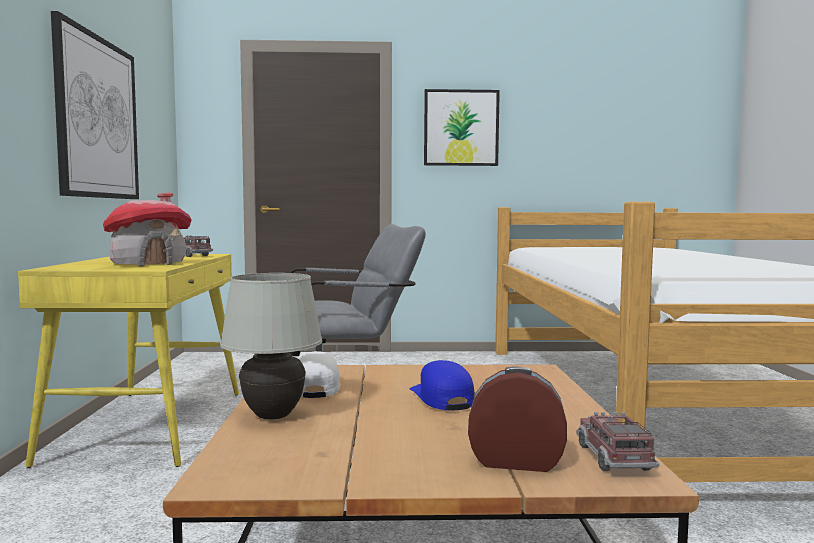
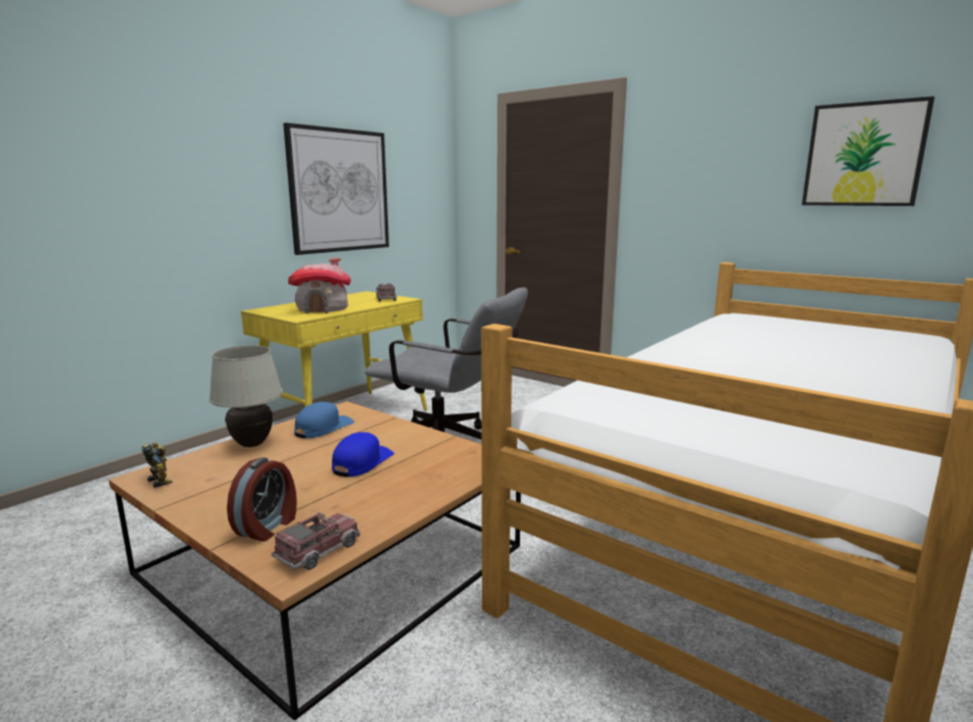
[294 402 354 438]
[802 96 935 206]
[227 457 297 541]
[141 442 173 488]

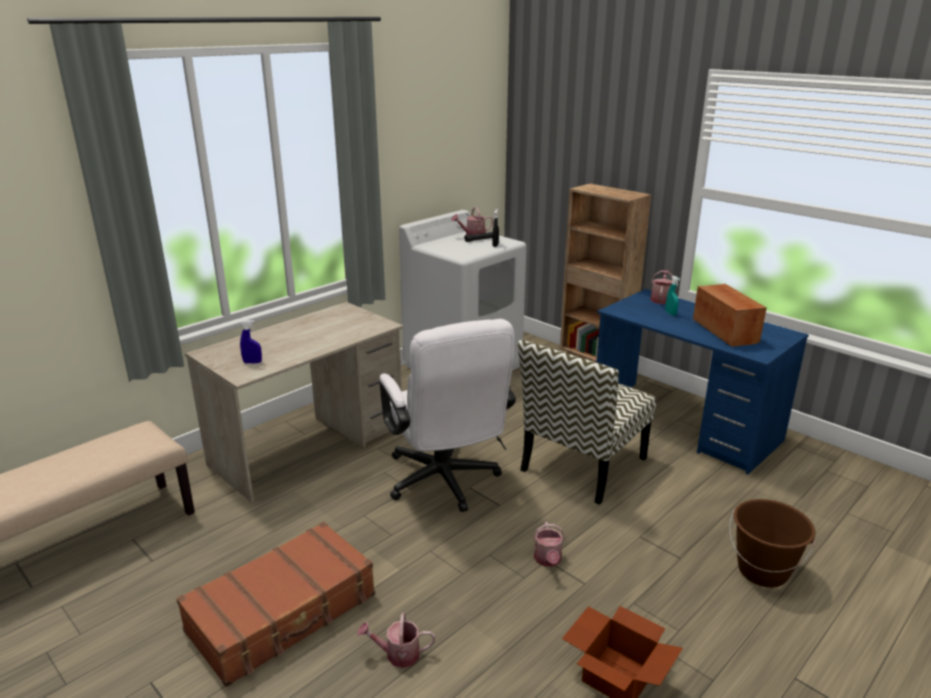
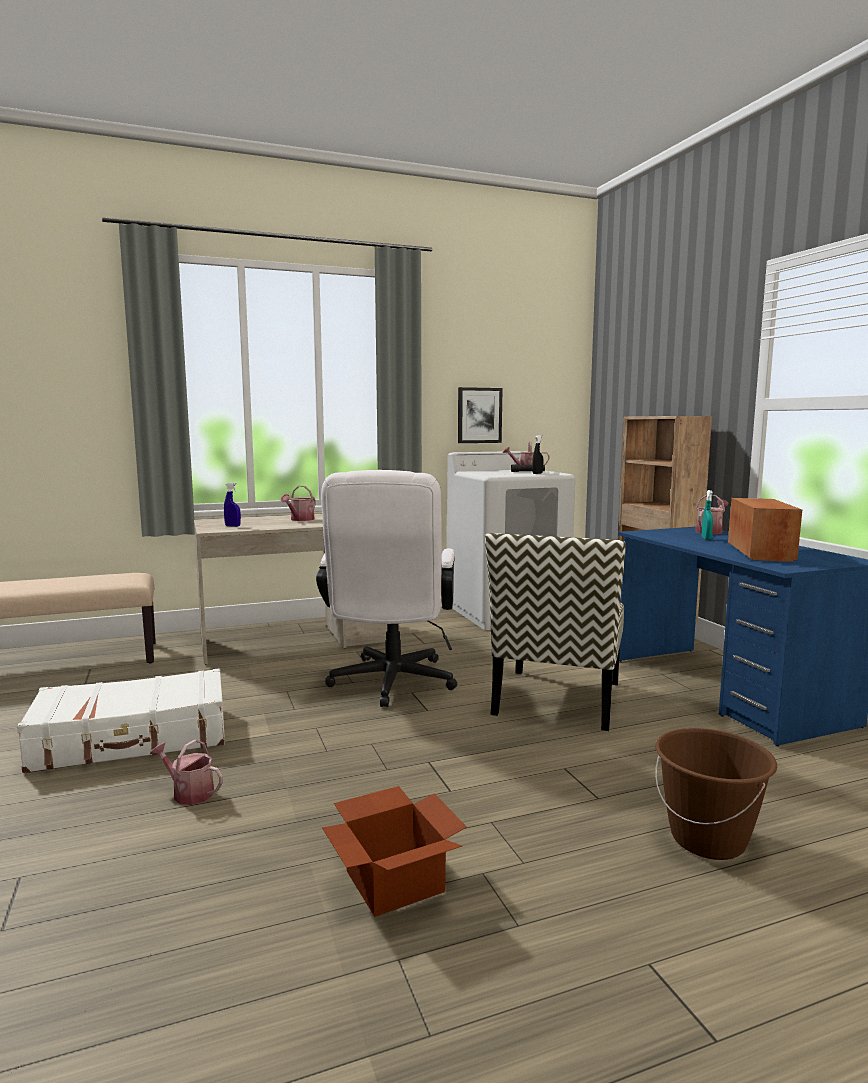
[17 669 225 773]
[485 533 626 731]
[281 486 316 521]
[458 387 503 443]

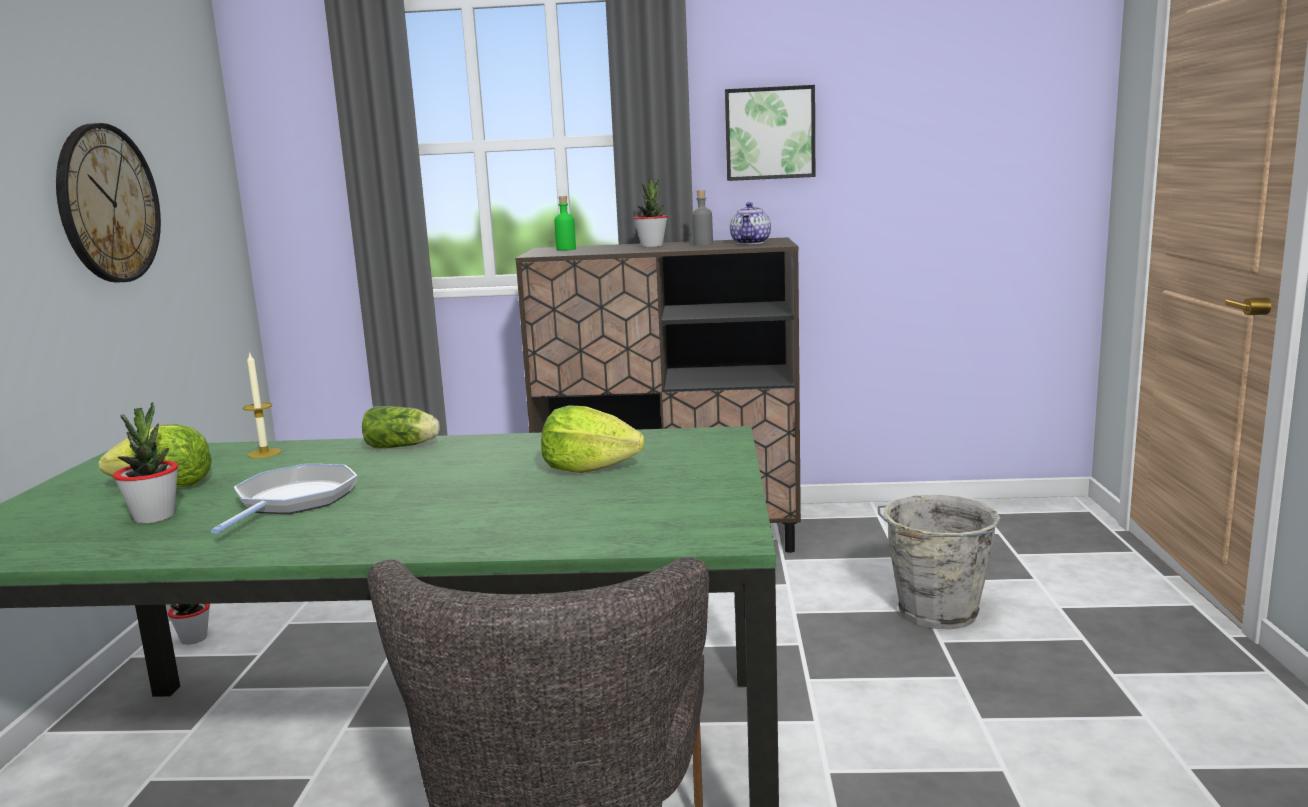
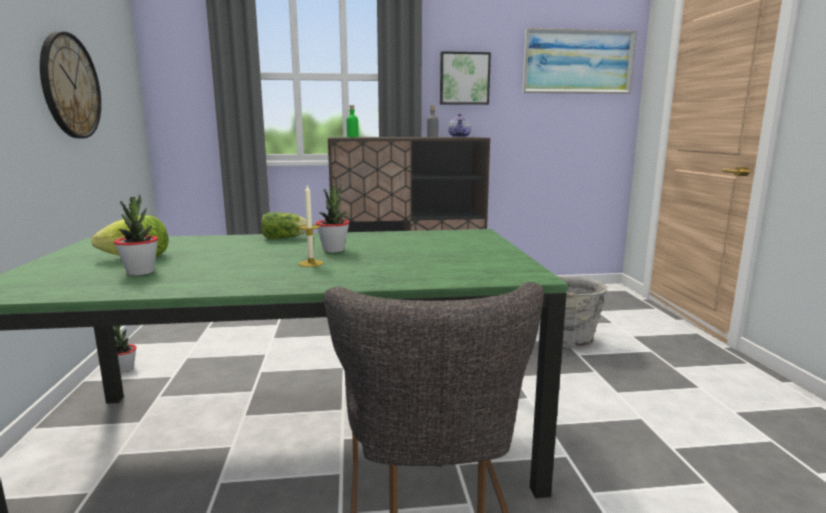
[211 464 357 534] (first image)
[299 185 324 267]
[541 406 644 473] (first image)
[316 185 349 253]
[522 28 637 94]

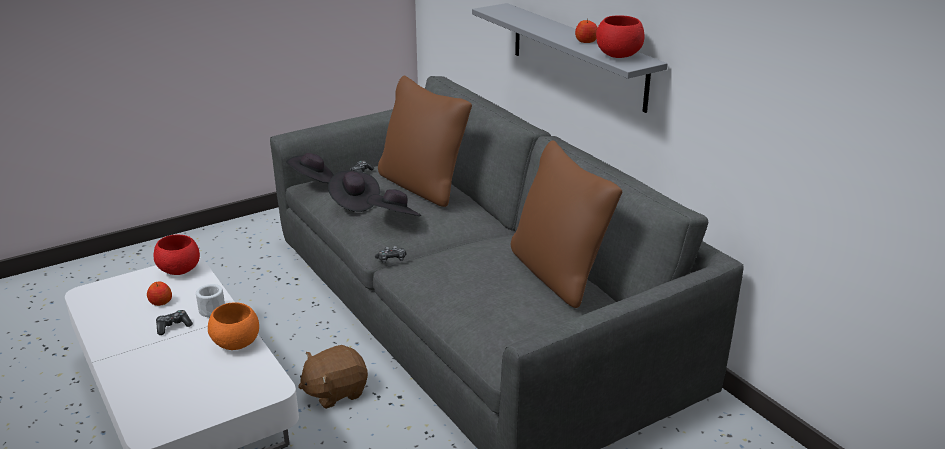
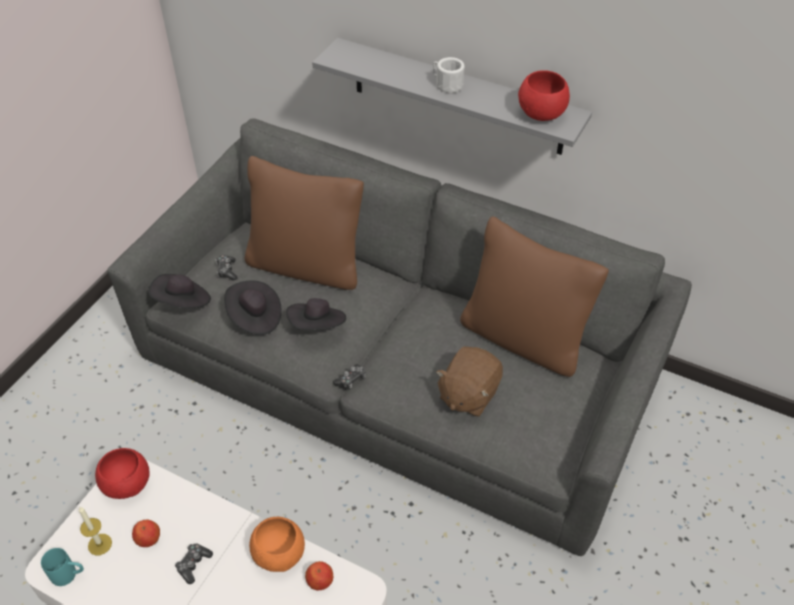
[433 57 465 93]
[436 347 503 417]
[305 561 333 590]
[41 548 84 586]
[79 507 112 555]

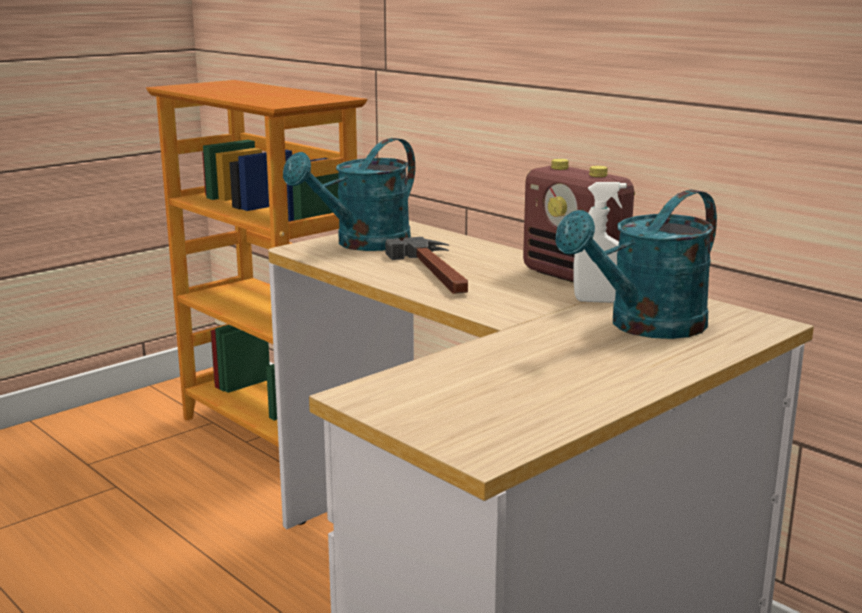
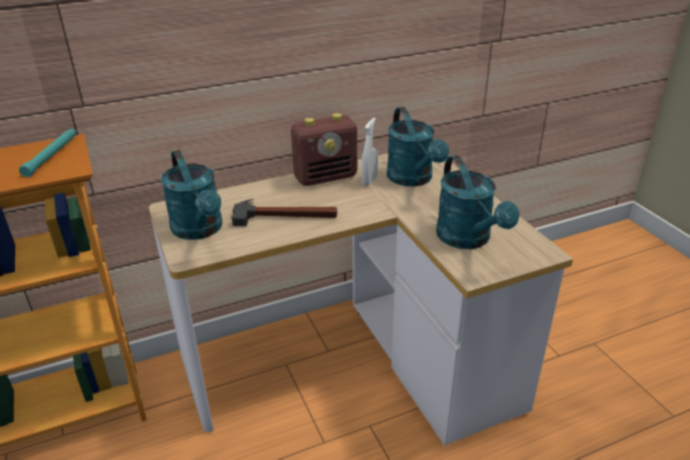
[19 129 76 177]
[436 155 519 249]

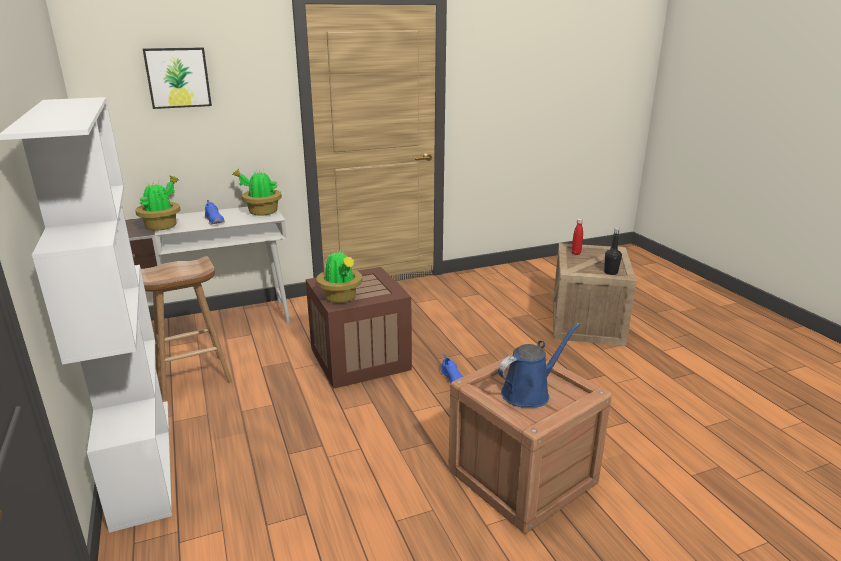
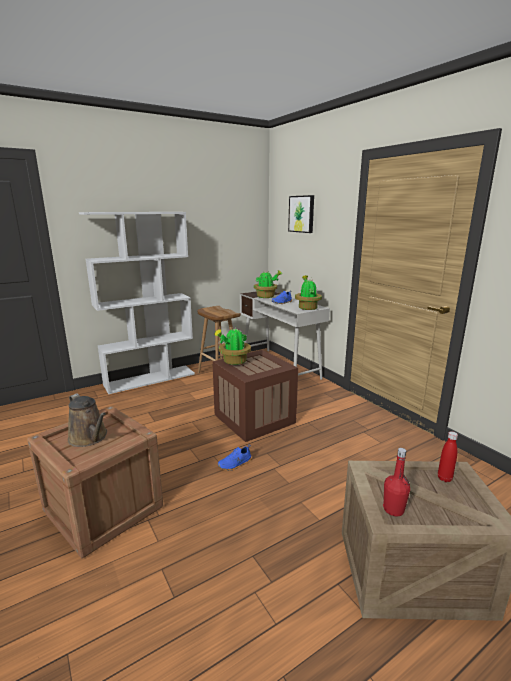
[68 393 107 447]
[383 448 410 516]

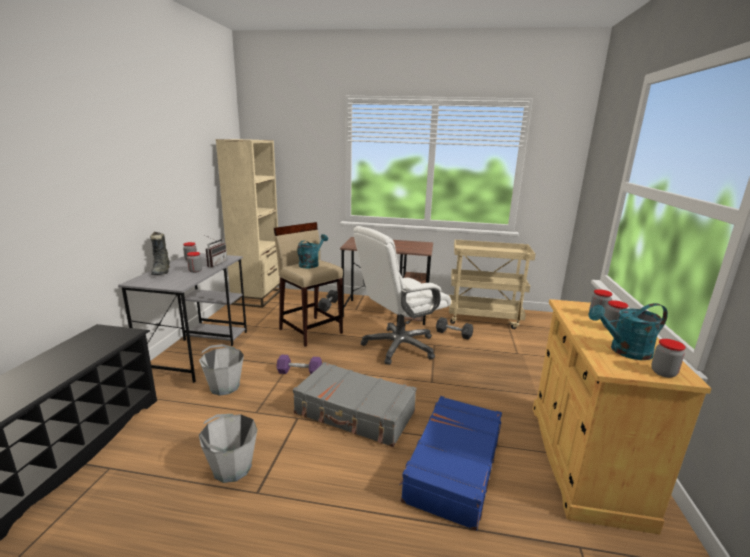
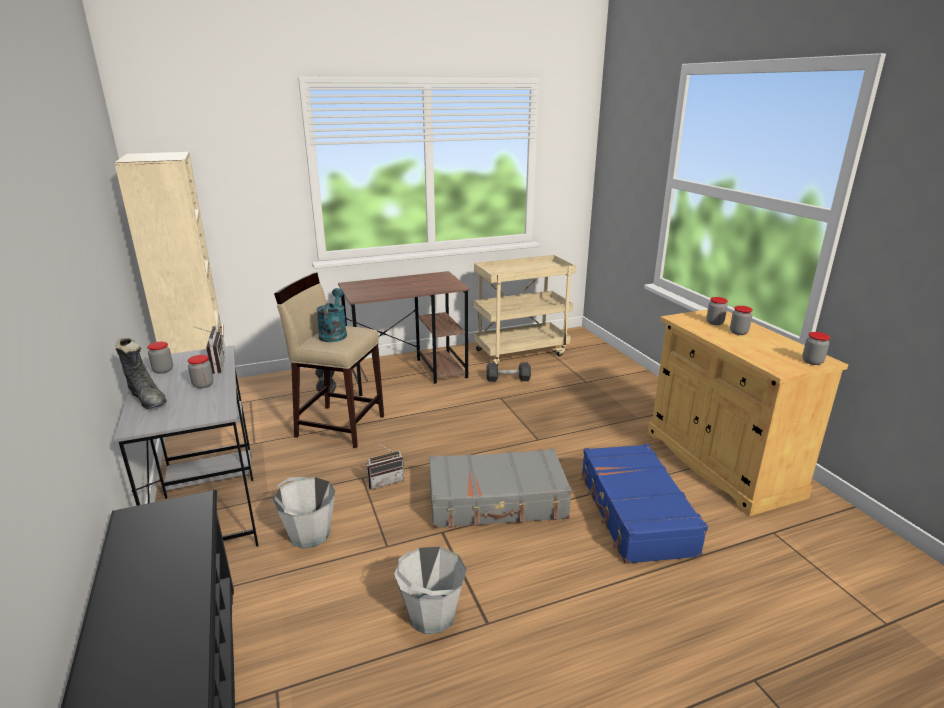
[366 443 404 489]
[353 226 451 365] (first image)
[588 303 668 360] (first image)

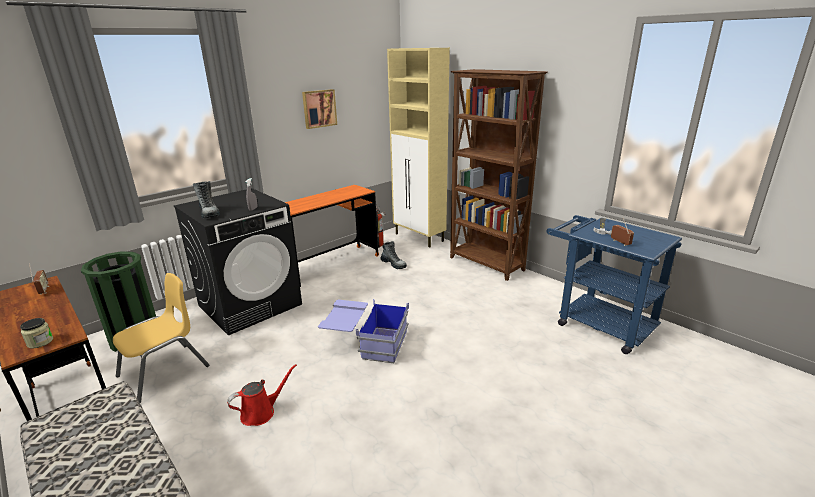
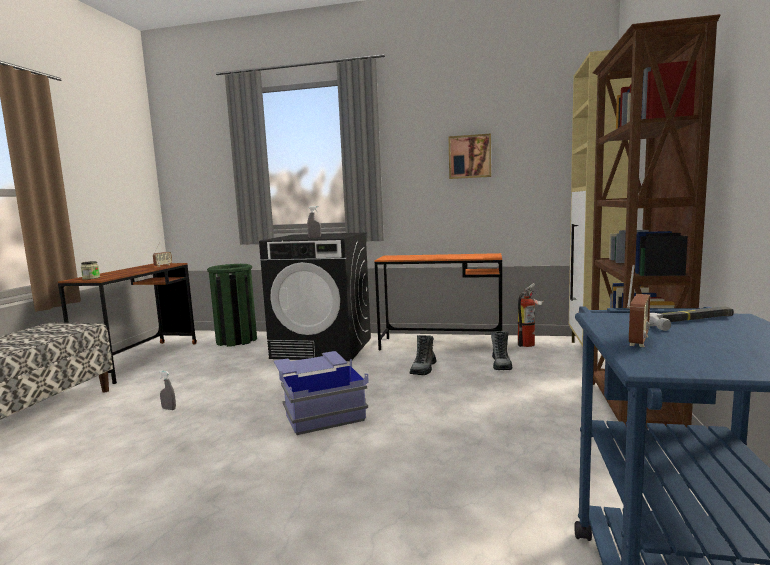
[113 273 209 403] (first image)
[410 335 436 375]
[159 371 176 410]

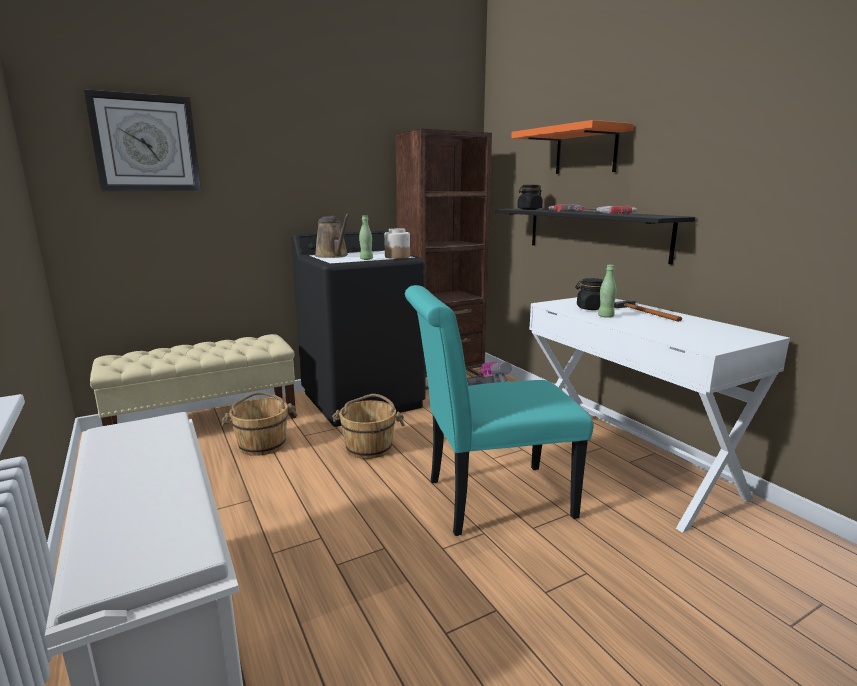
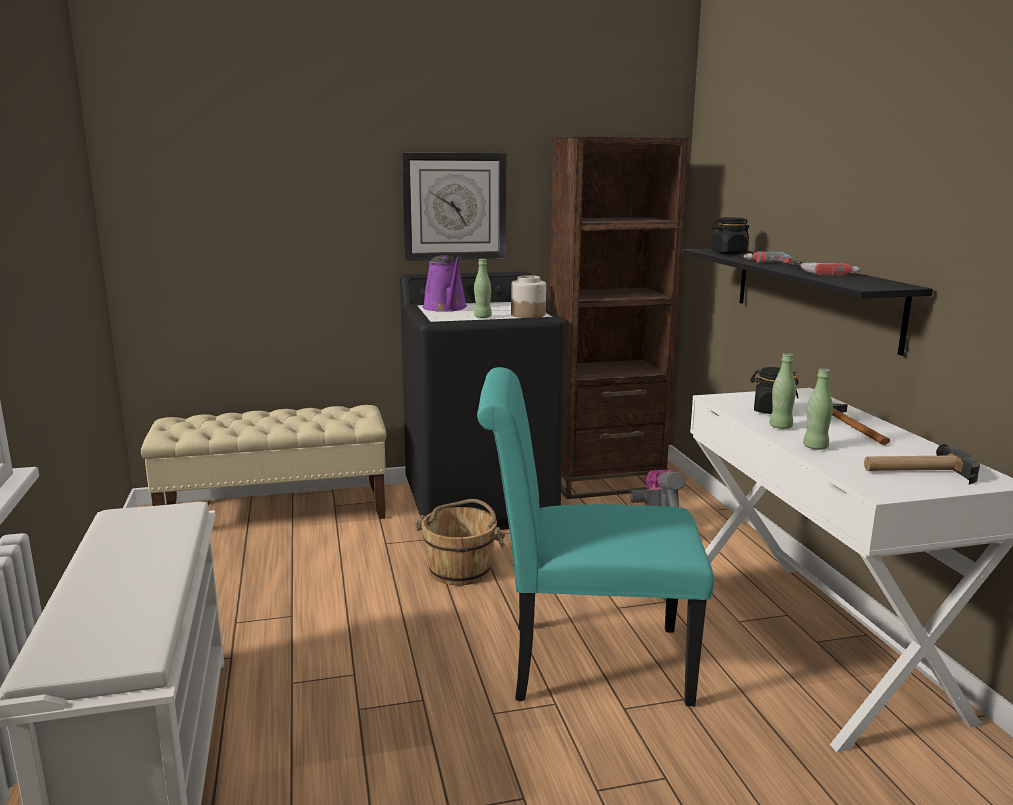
[401 152 506 261]
[222 392 297 456] (first image)
[423 255 467 311]
[511 120 634 174] (first image)
[803 368 833 450]
[864 444 980 484]

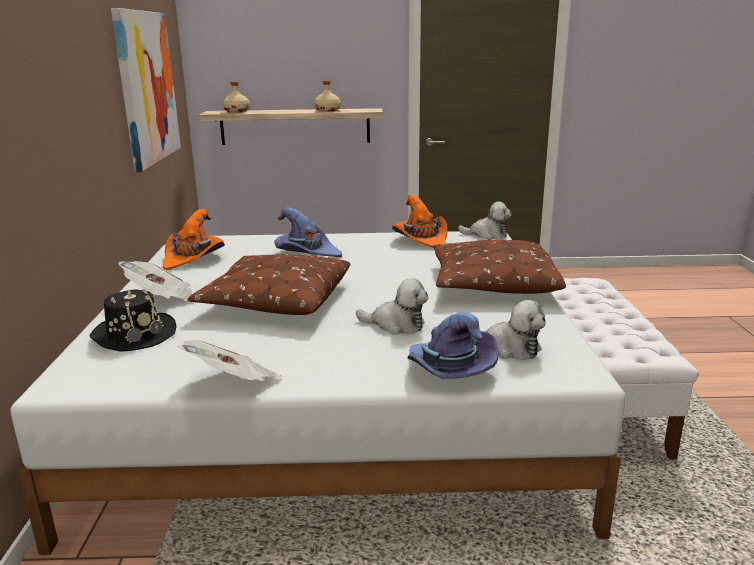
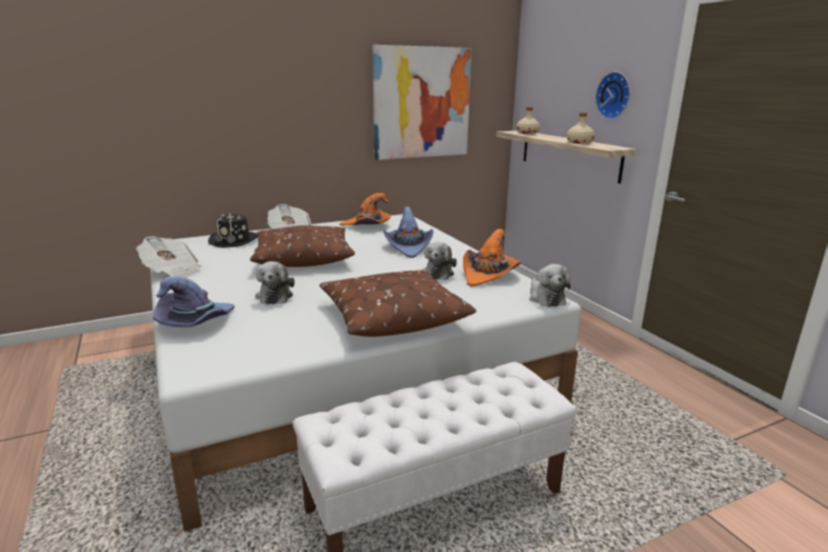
[422 242 457 280]
[595 72 630 120]

